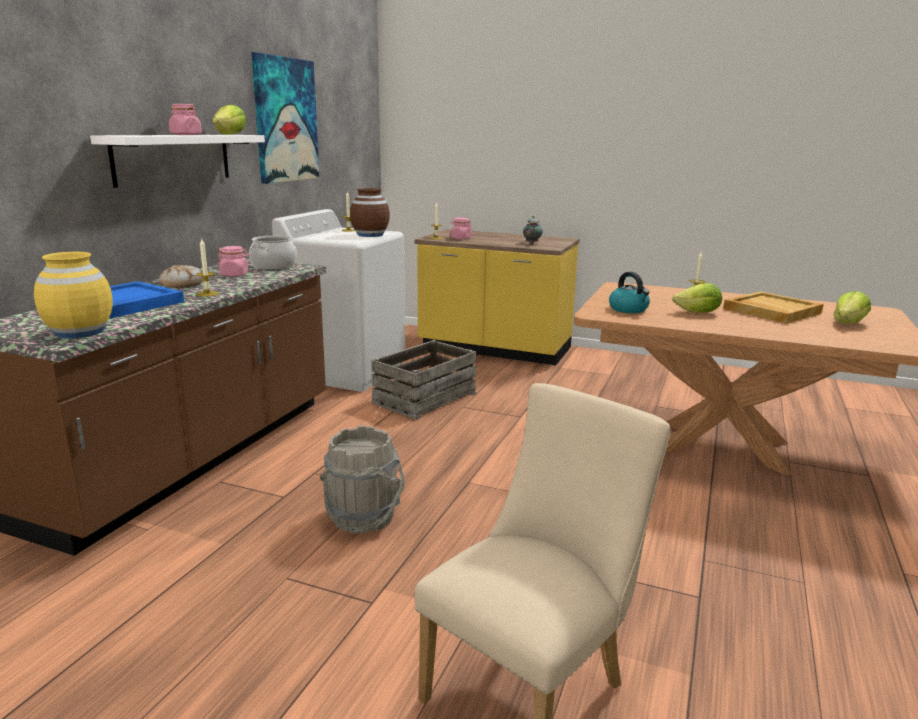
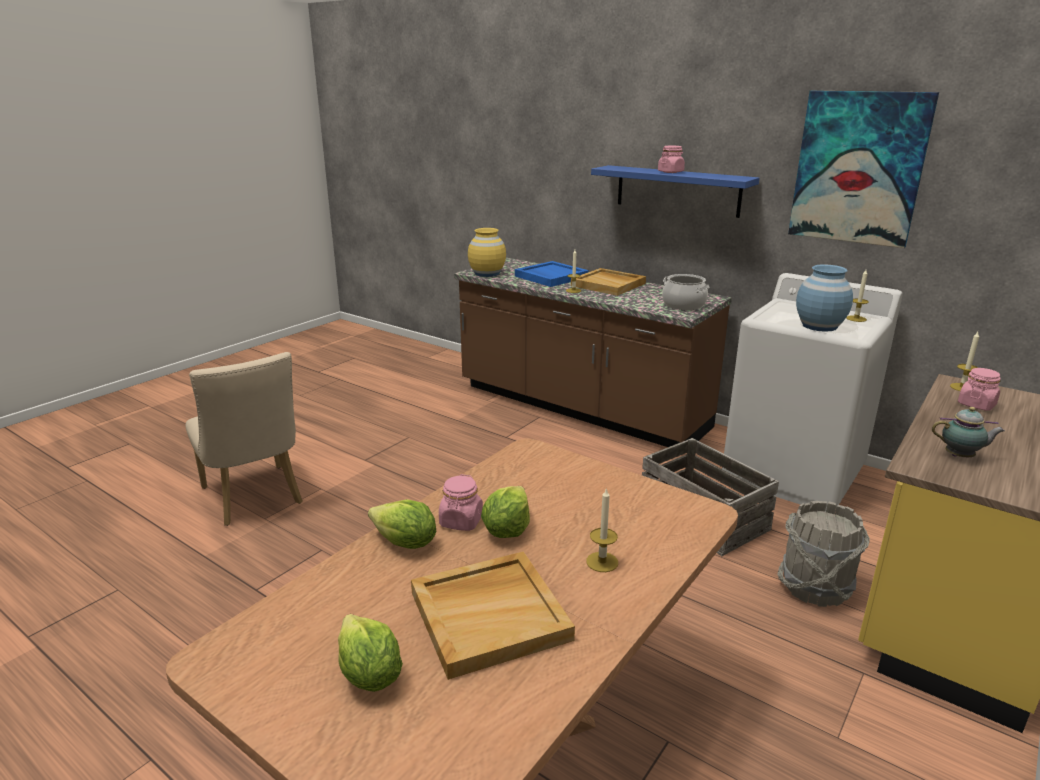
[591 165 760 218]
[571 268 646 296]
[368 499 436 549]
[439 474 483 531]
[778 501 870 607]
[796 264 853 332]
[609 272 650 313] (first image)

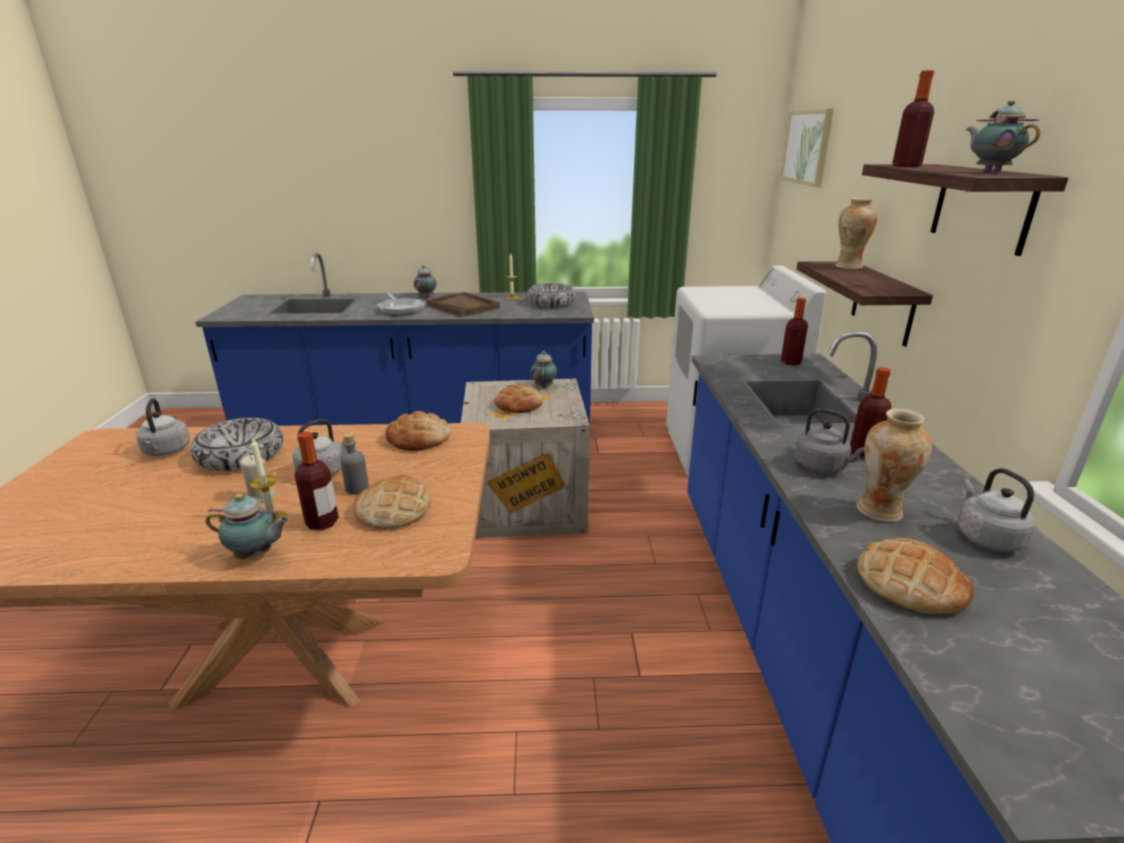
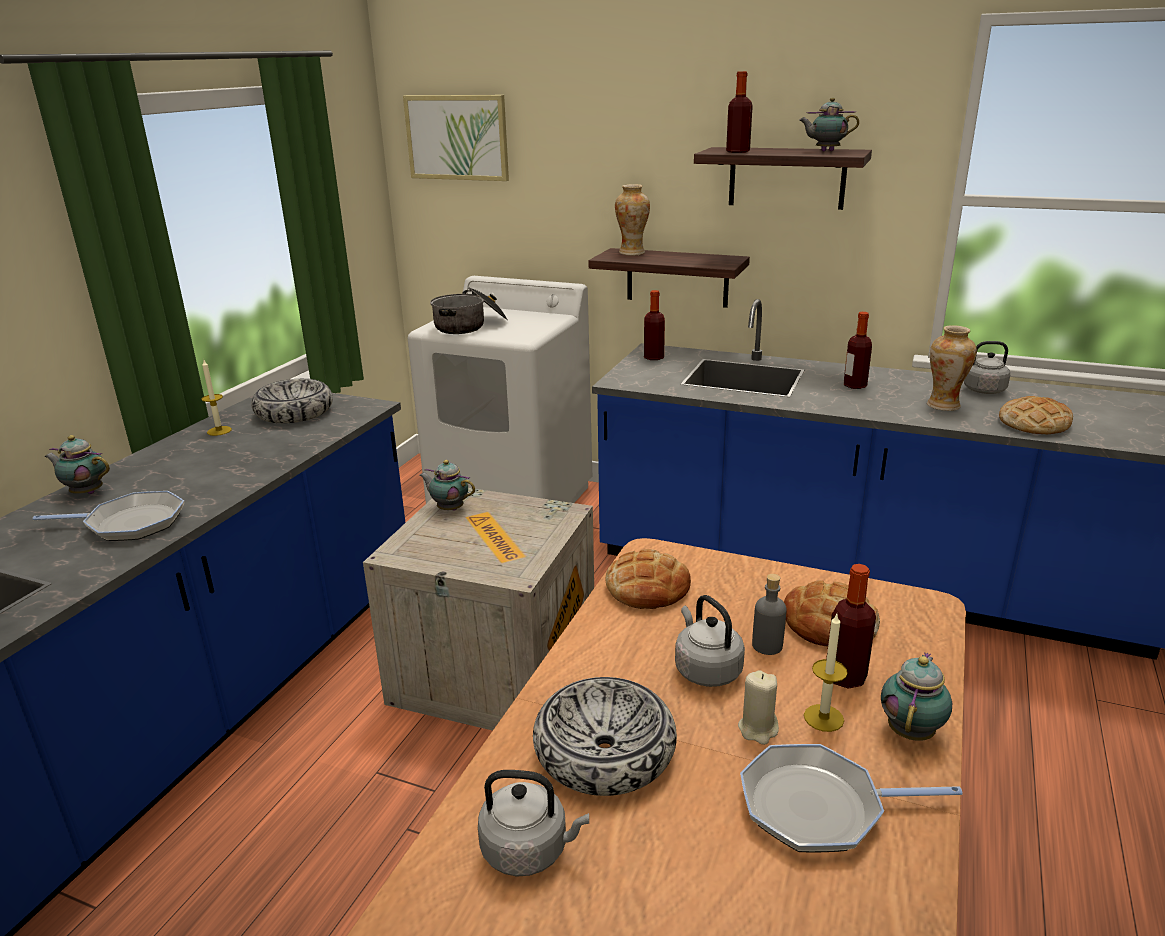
[427 292 500 317] (first image)
[495 384 543 413] (first image)
[795 408 865 473] (first image)
[430 287 508 334]
[740 744 963 853]

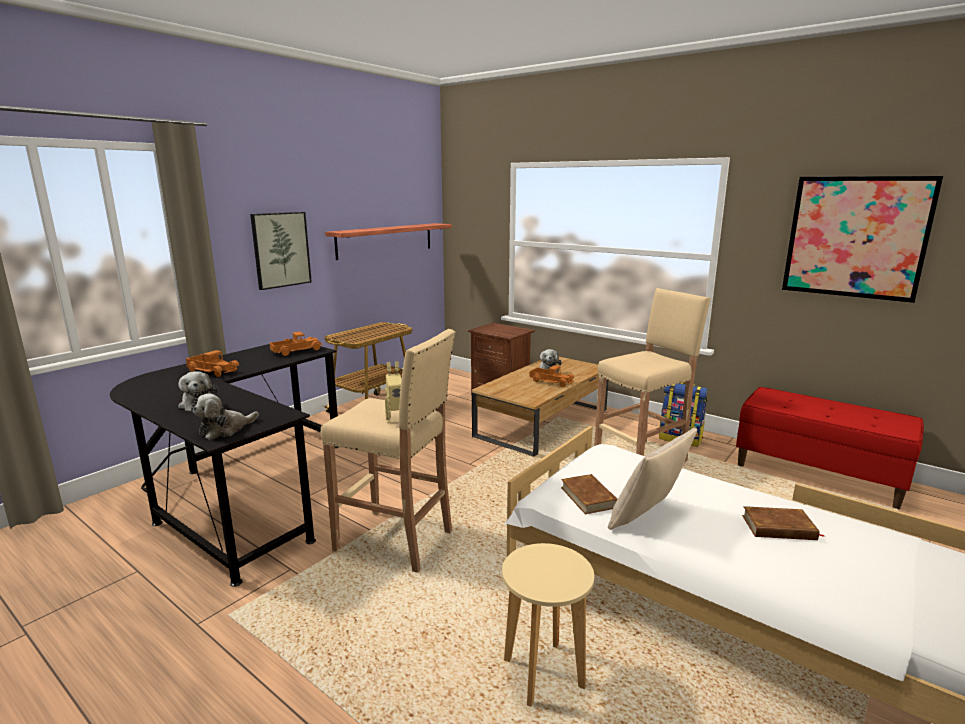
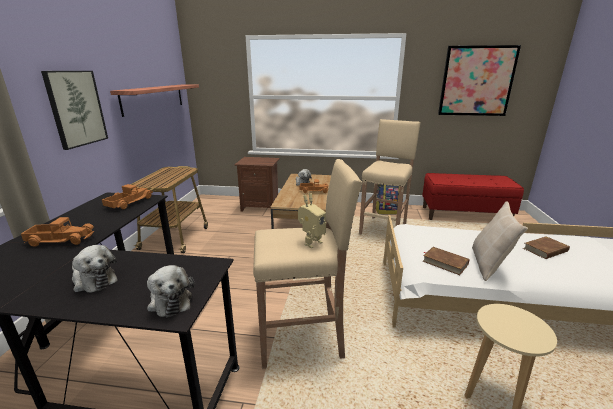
[147 265 195 317]

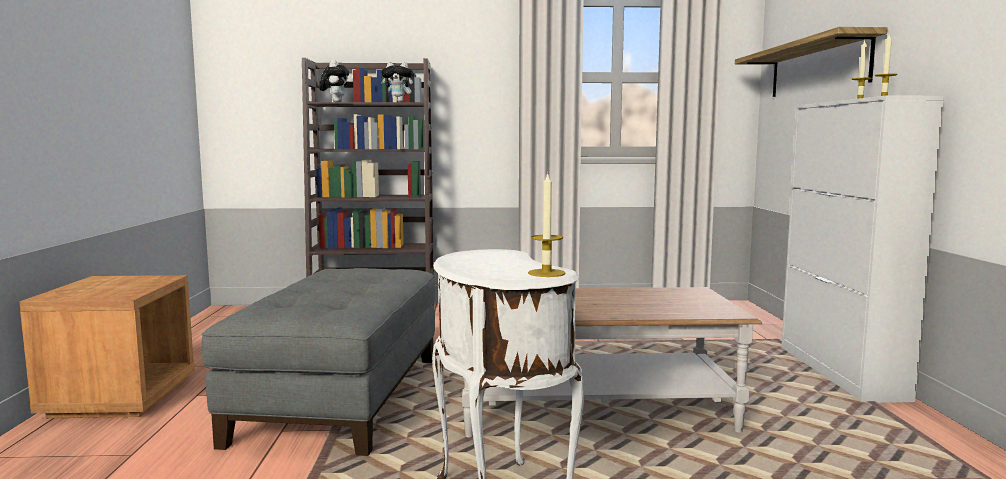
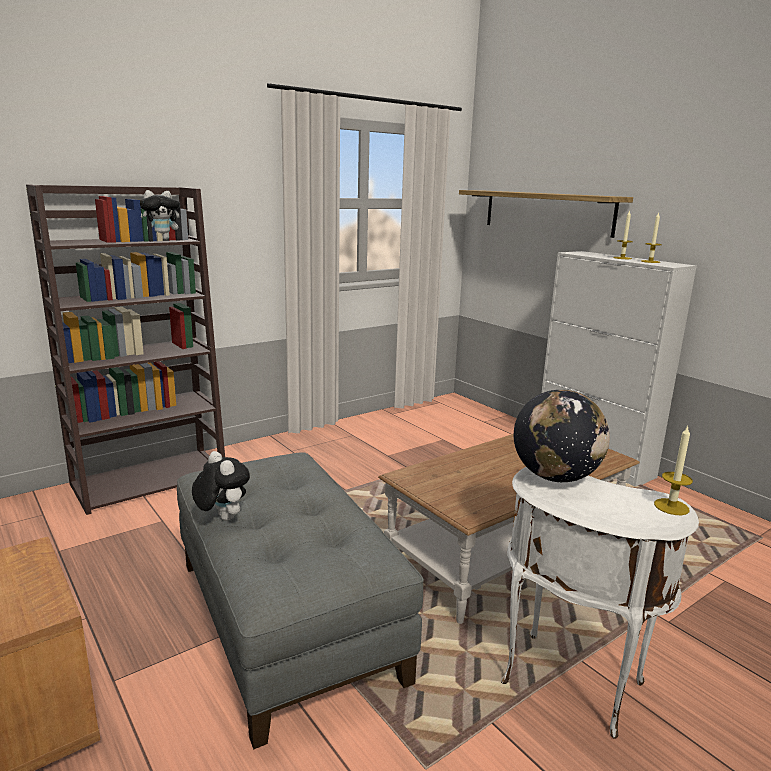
[192 451 250 521]
[514 390 610 482]

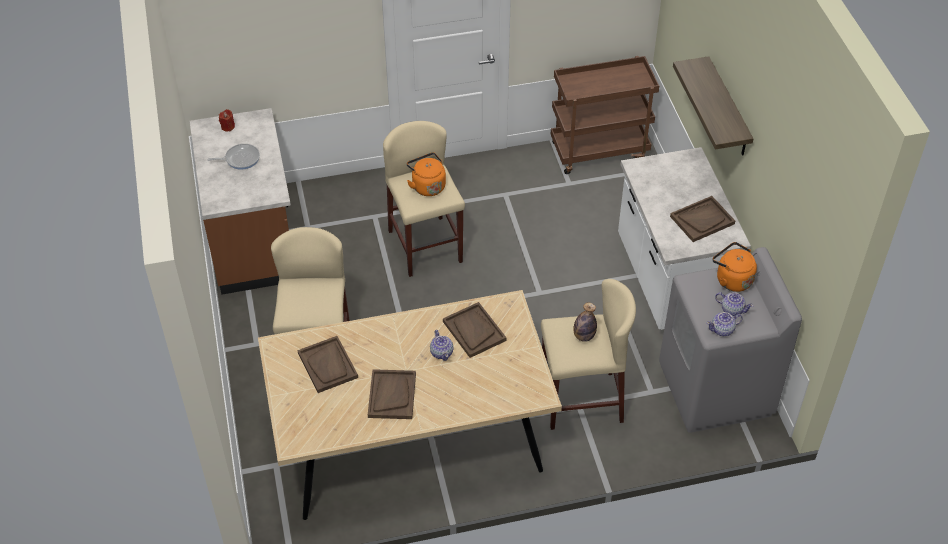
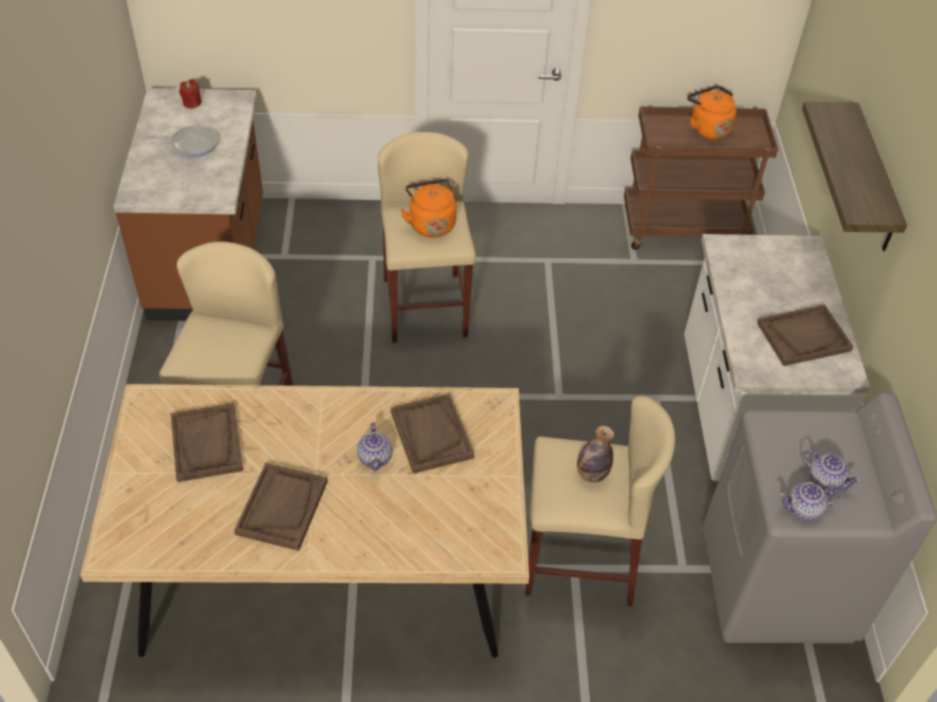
[687 85 737 140]

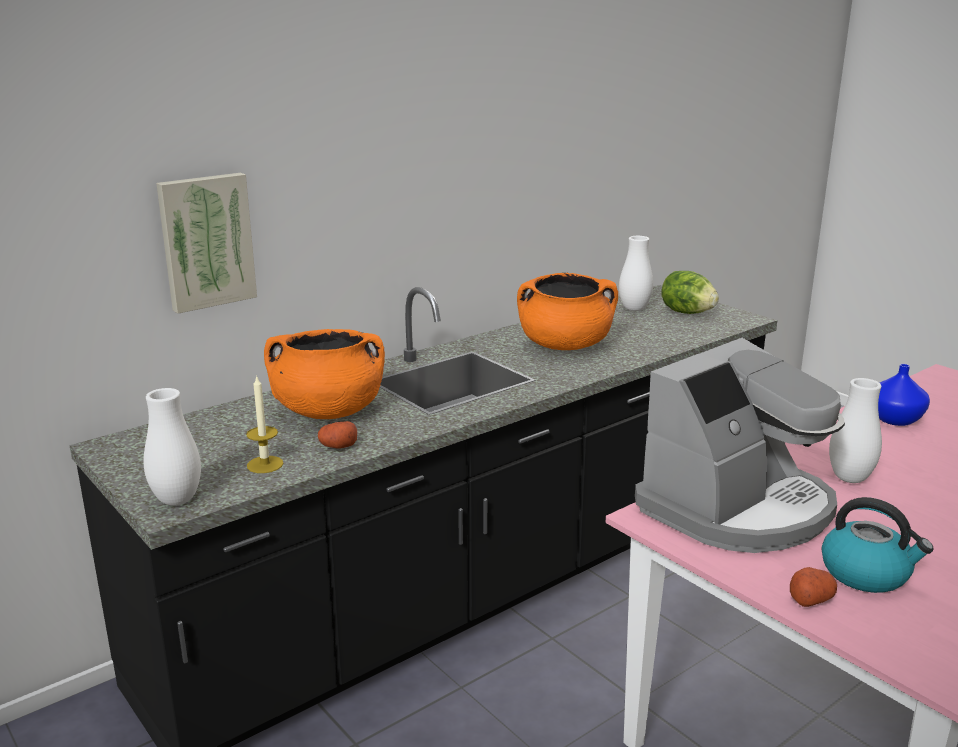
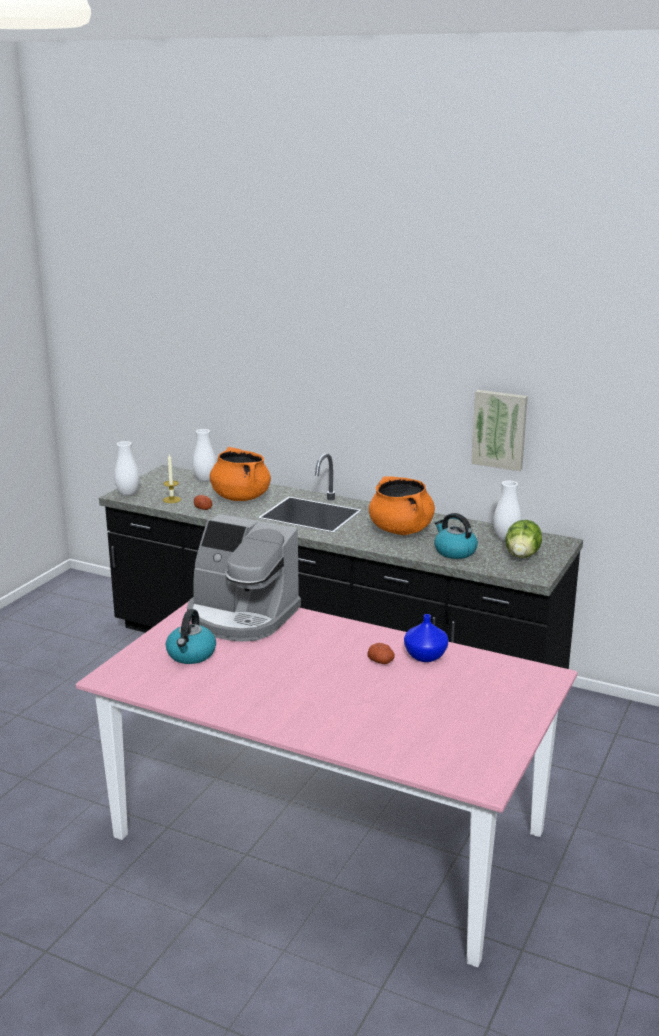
[471 390 528 471]
[368 643 395 664]
[192 429 216 482]
[434 513 478 559]

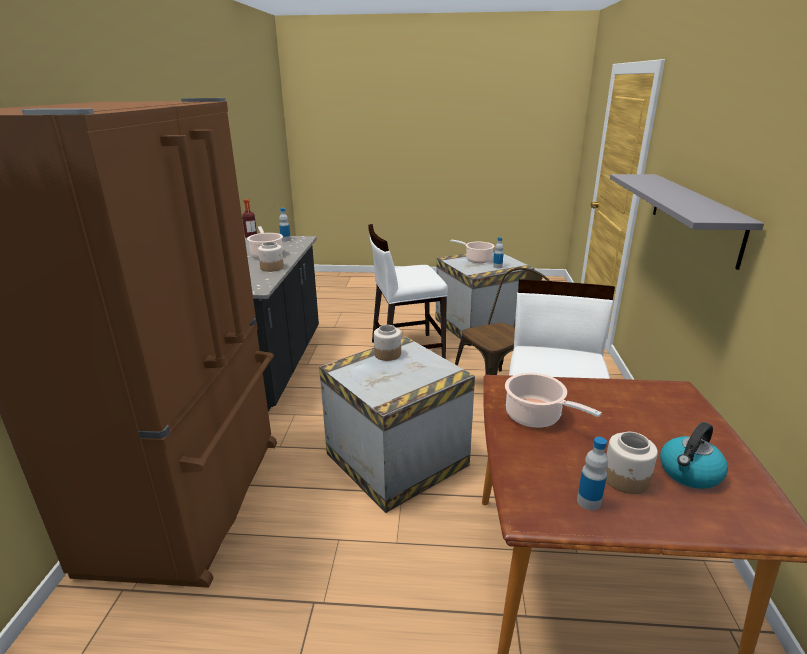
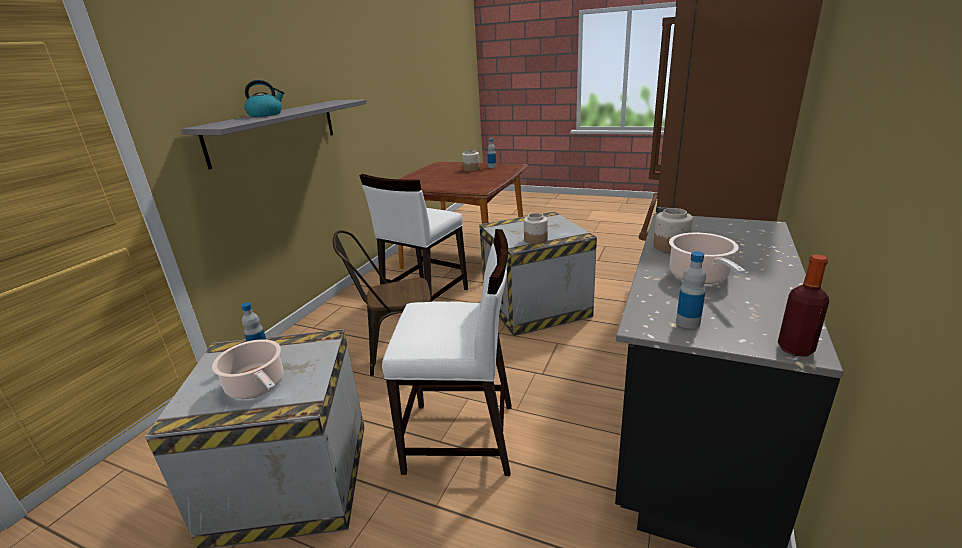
[505 373 602 428] (first image)
[244 80 284 117]

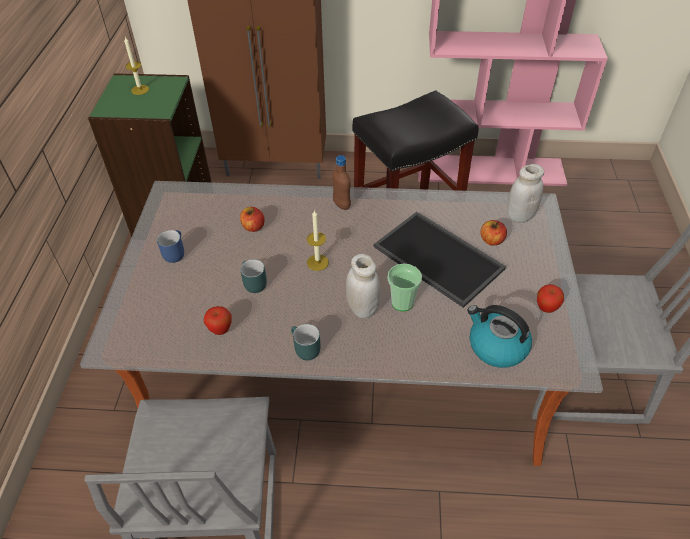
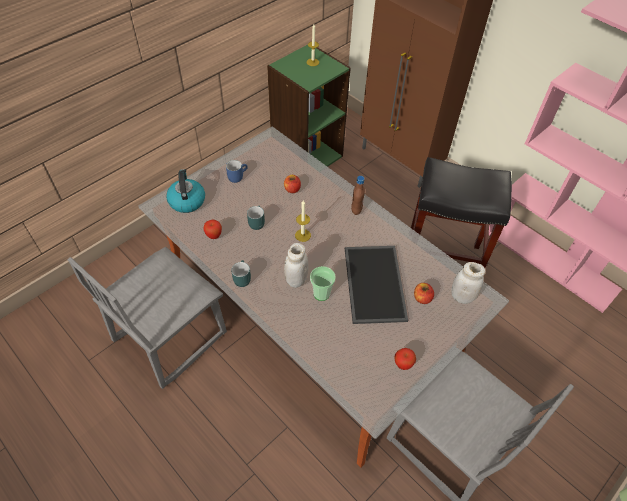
[166 169 205 213]

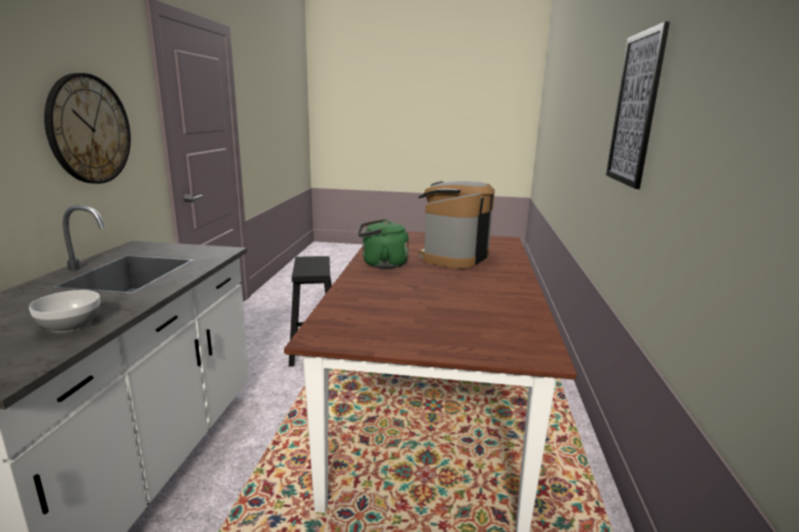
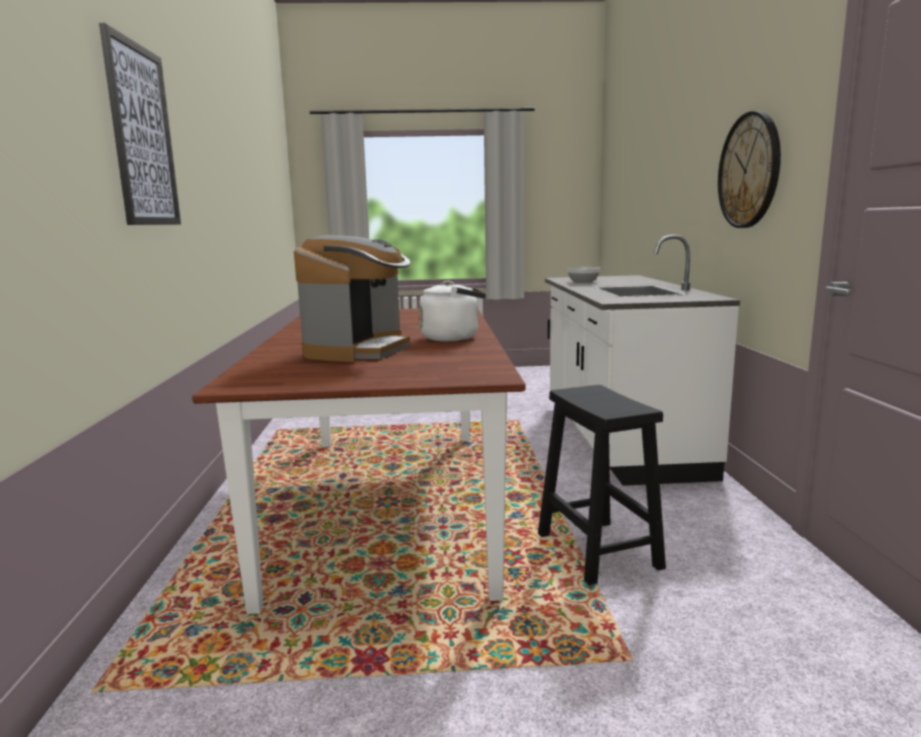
[419 281 486 341]

